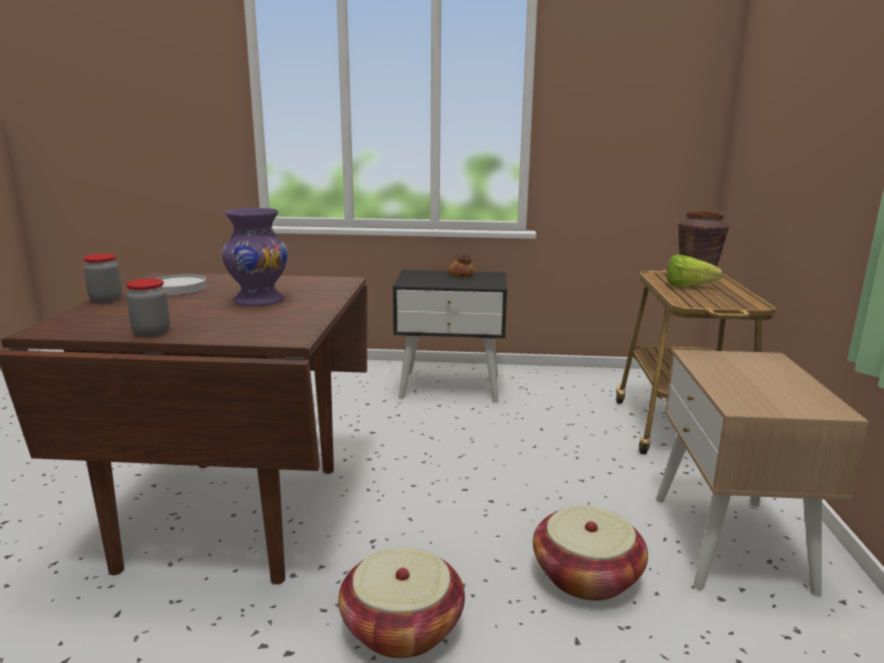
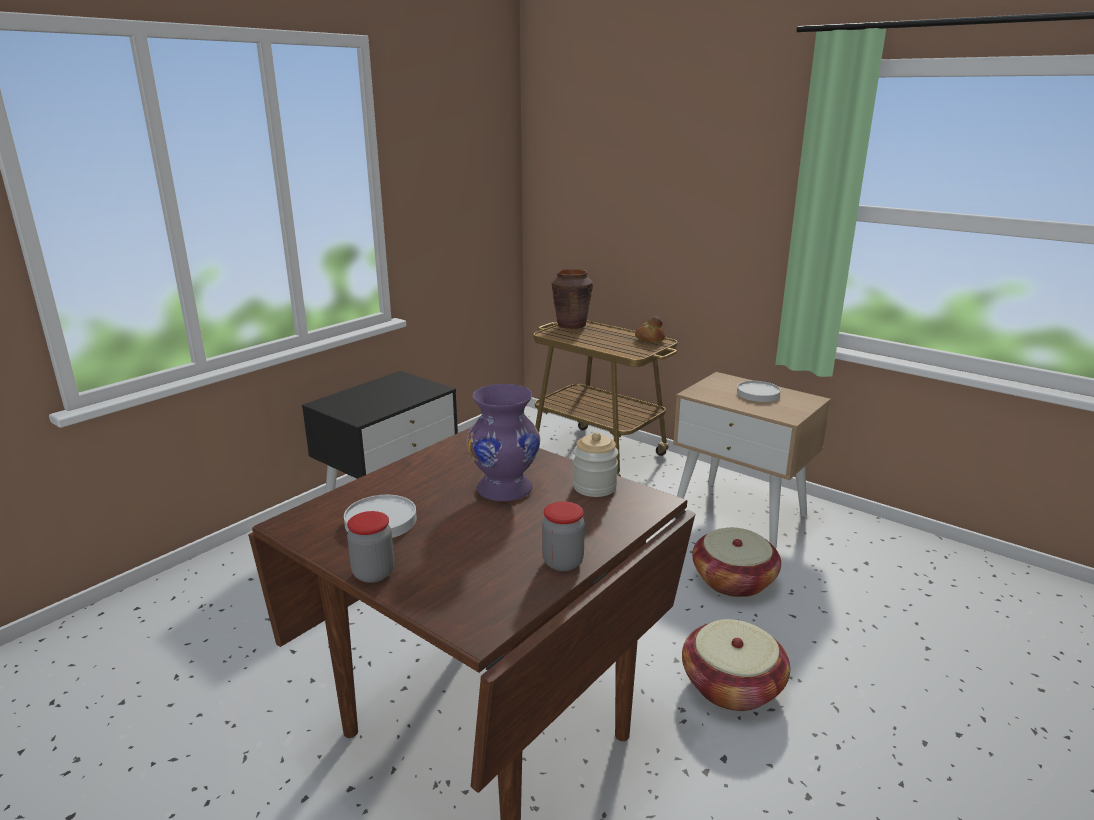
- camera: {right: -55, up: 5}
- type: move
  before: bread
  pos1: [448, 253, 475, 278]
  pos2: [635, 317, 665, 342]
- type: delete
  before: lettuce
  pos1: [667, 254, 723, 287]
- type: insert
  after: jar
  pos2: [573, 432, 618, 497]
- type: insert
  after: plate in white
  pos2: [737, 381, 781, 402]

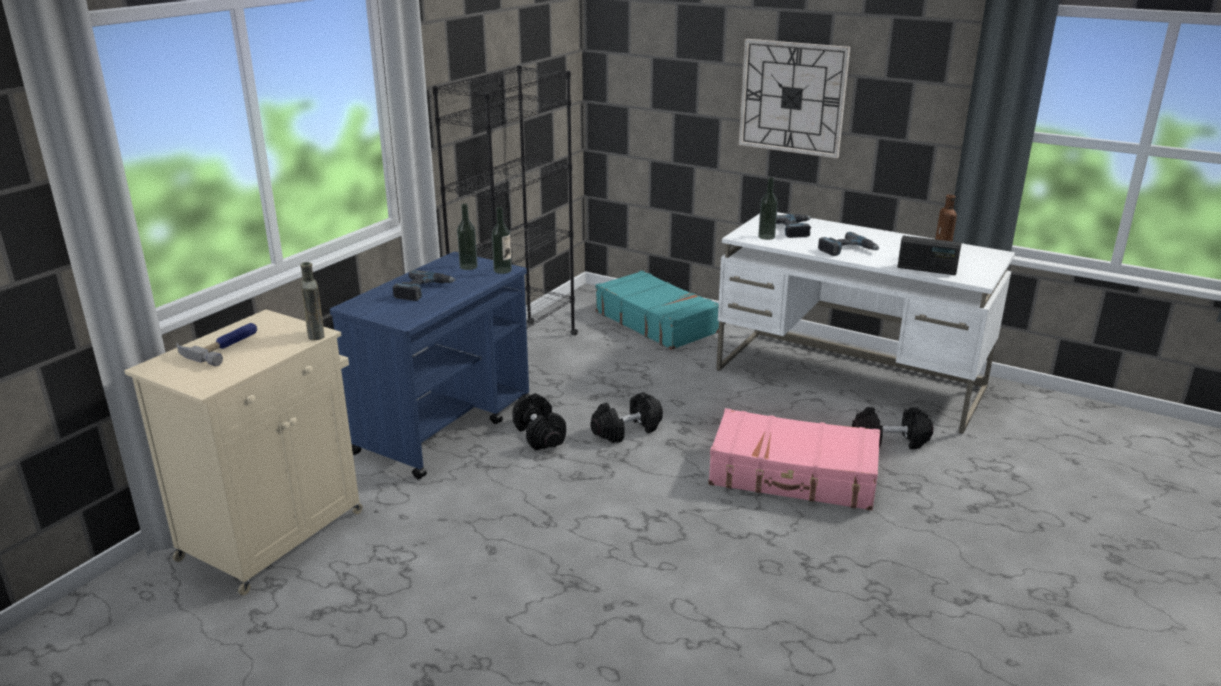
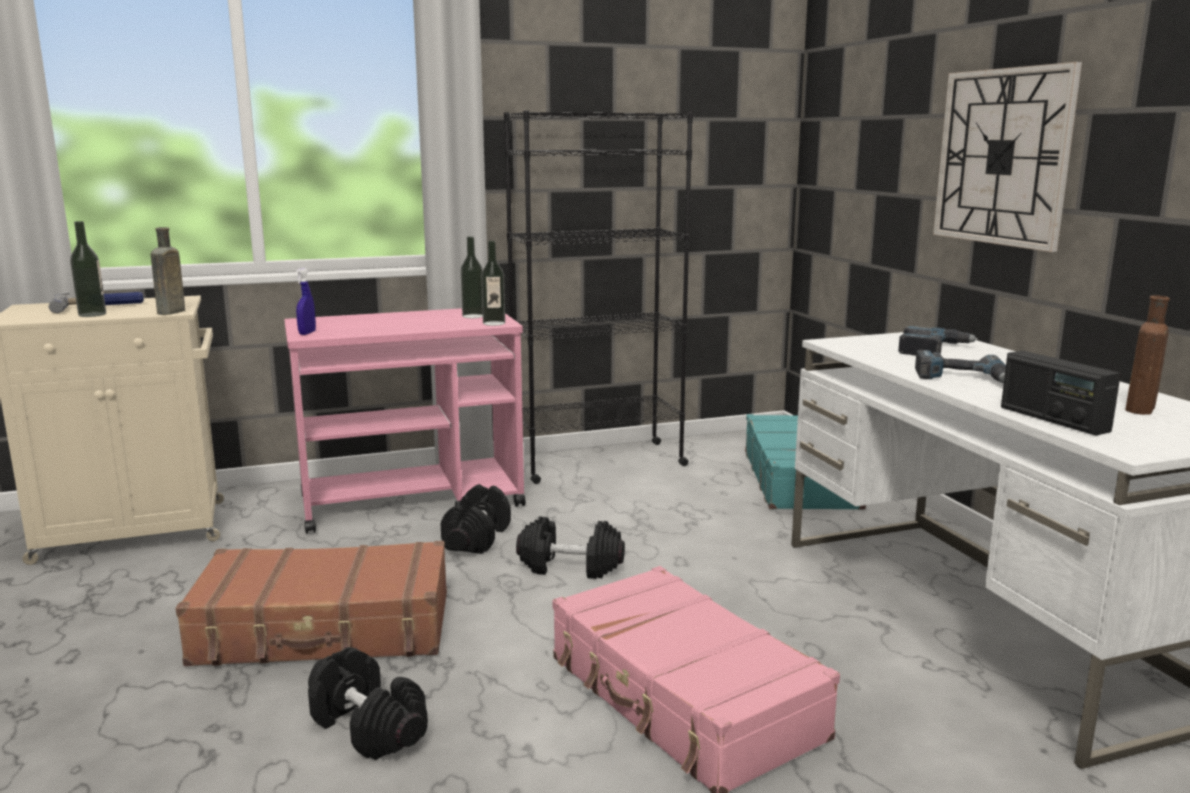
- camera: {right: 40, up: -10}
- type: recolor
  before: cart in blue
  after: cart in pink
  pos1: [330, 252, 529, 479]
  pos2: [284, 308, 526, 534]
- type: delete
  before: power drill
  pos1: [393, 270, 456, 301]
- type: move
  before: bottle
  pos1: [758, 177, 778, 240]
  pos2: [70, 221, 106, 317]
- type: move
  before: dumbbell in black
  pos1: [852, 407, 933, 449]
  pos2: [308, 647, 428, 760]
- type: insert
  after: suitcase in brown
  pos2: [176, 541, 447, 666]
- type: insert
  after: spray bottle in blue
  pos2: [296, 268, 316, 335]

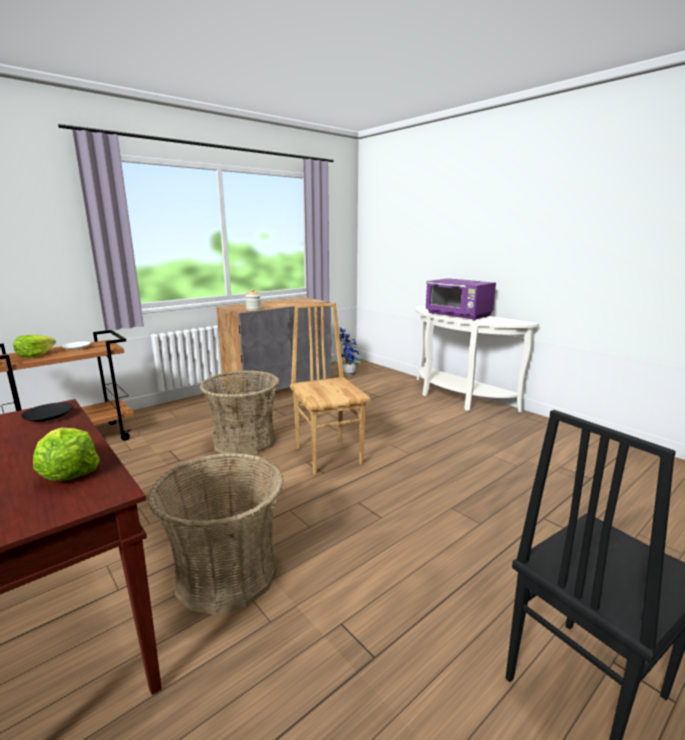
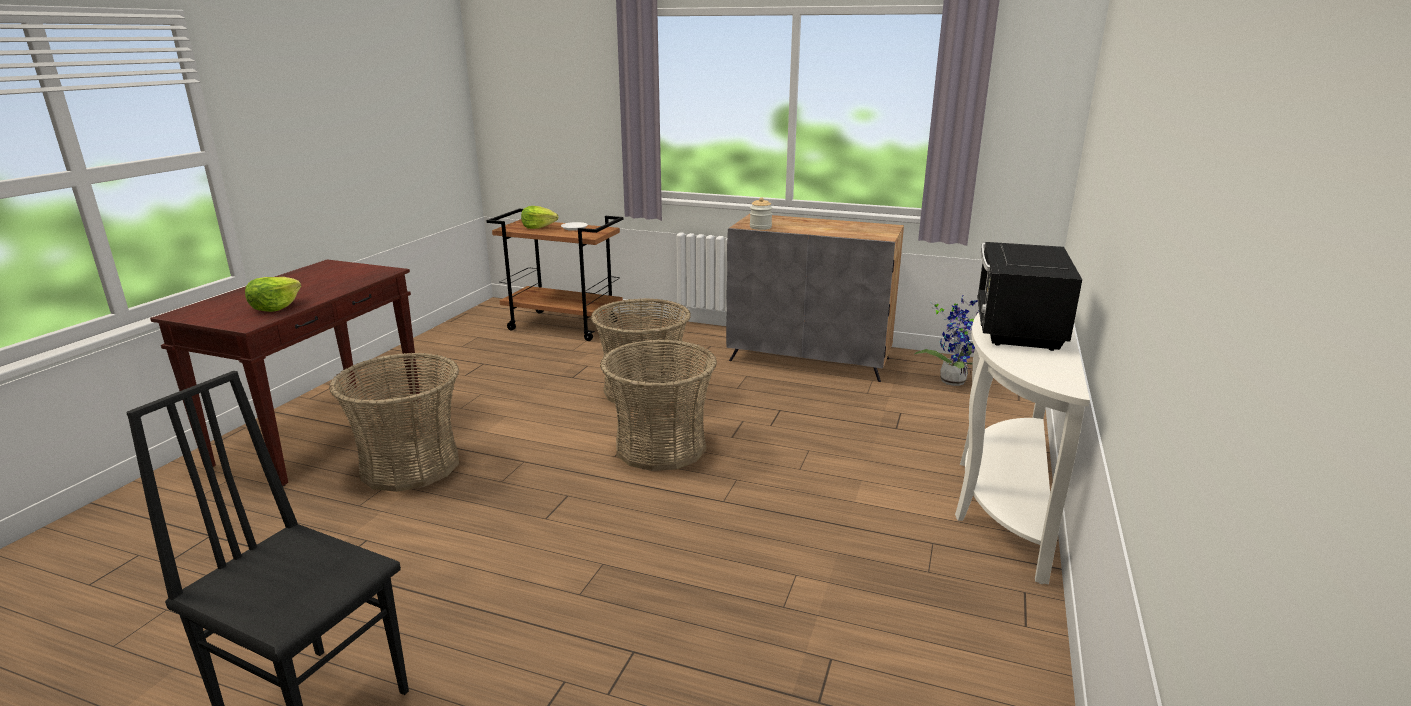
- camera: {right: 60, up: 5}
- type: delete
  before: plate in black
  pos1: [21, 403, 73, 422]
- type: replace
  before: chair in brown
  after: basket
  pos1: [290, 303, 370, 475]
  pos2: [600, 340, 717, 471]
- type: recolor
  before: microwave in purple
  after: microwave in black
  pos1: [425, 279, 496, 321]
  pos2: [977, 242, 1082, 351]

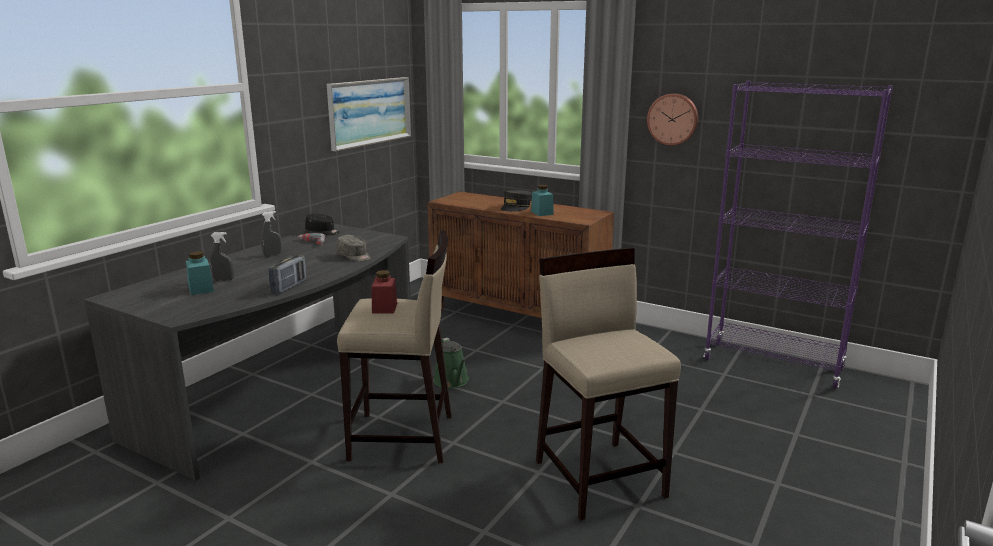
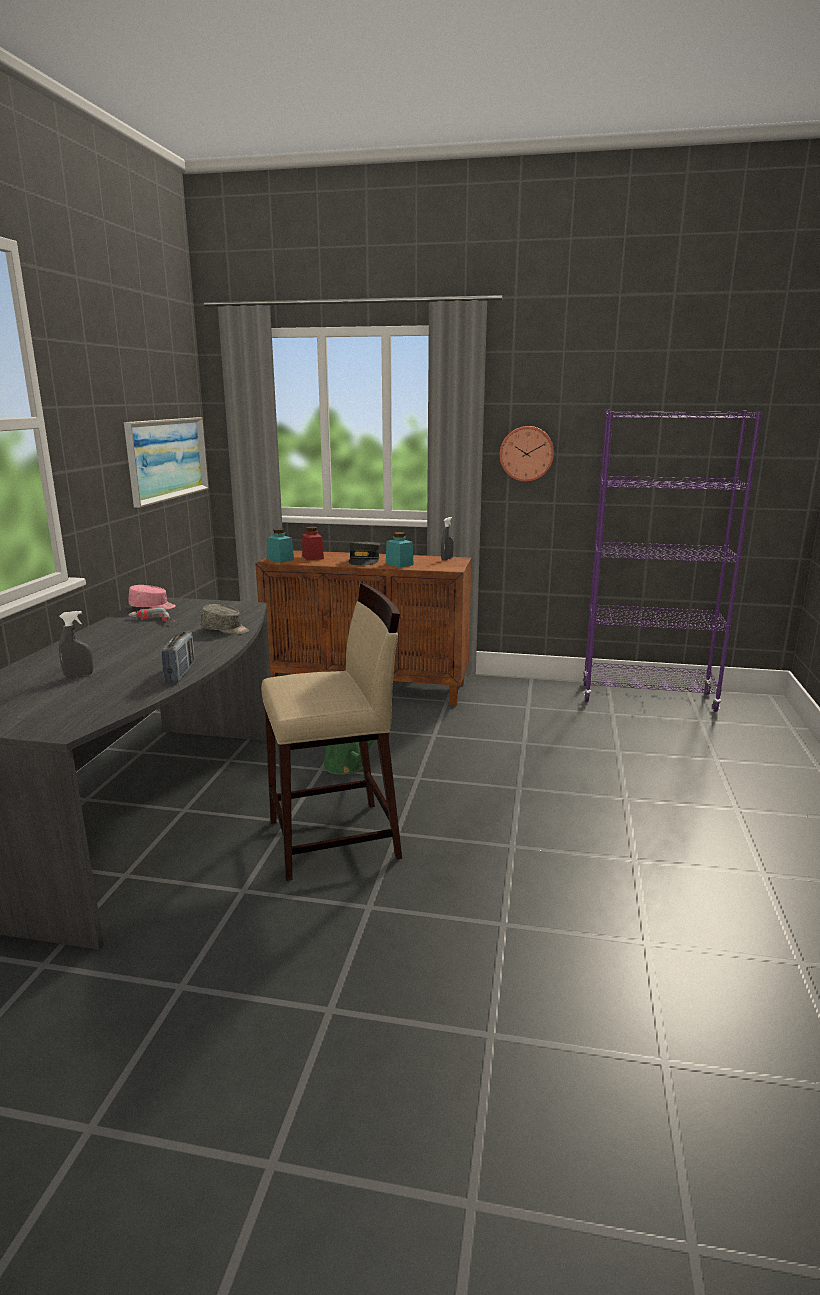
- camera: {right: -20, up: 0}
- type: move
  before: jar in turquoise
  pos1: [186, 251, 214, 295]
  pos2: [267, 528, 294, 563]
- type: move
  before: spray bottle in grey
  pos1: [261, 211, 282, 257]
  pos2: [441, 517, 453, 561]
- type: recolor
  before: cap in black
  after: cap in pink
  pos1: [305, 214, 340, 235]
  pos2: [128, 585, 176, 610]
- type: move
  before: jar in red
  pos1: [371, 270, 397, 314]
  pos2: [302, 527, 324, 560]
- type: delete
  before: stool in beige
  pos1: [536, 248, 681, 521]

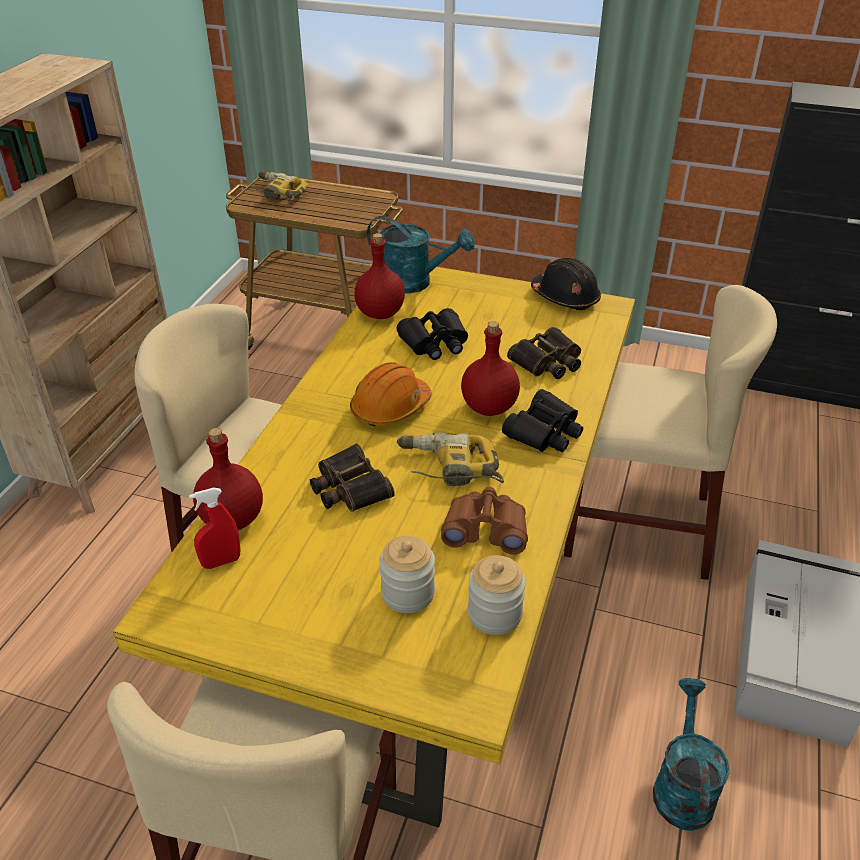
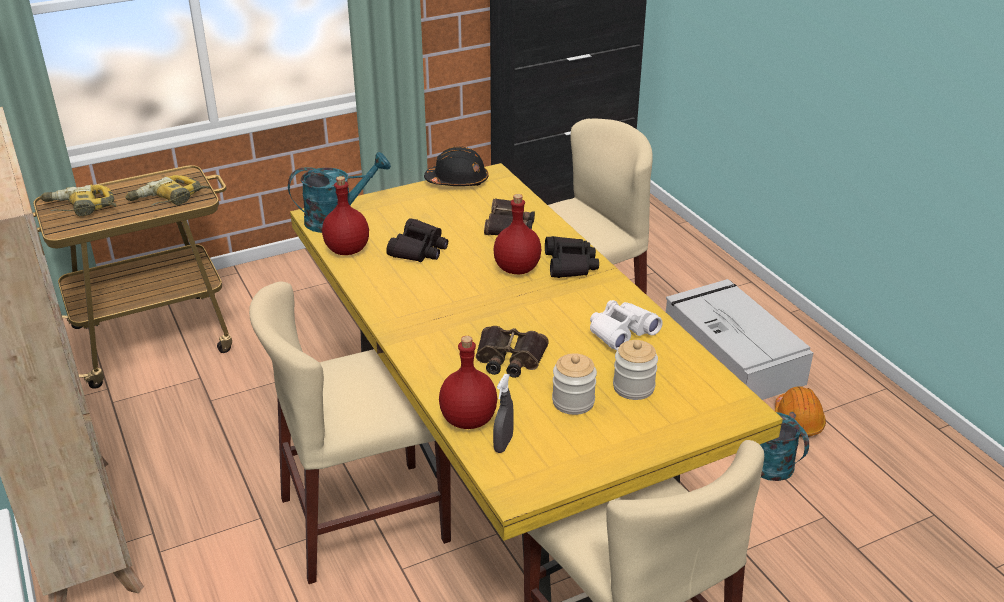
- camera: {right: -45, up: -5}
- type: recolor
  before: spray bottle in red
  after: spray bottle in grey
  pos1: [189, 488, 240, 569]
  pos2: [493, 374, 514, 453]
- type: move
  before: hard hat in orange
  pos1: [350, 362, 432, 427]
  pos2: [775, 386, 826, 437]
- type: move
  before: power drill
  pos1: [397, 433, 504, 486]
  pos2: [125, 175, 211, 205]
- type: recolor
  before: binoculars in brown
  after: binoculars in white
  pos1: [441, 487, 528, 554]
  pos2: [590, 300, 663, 351]
- type: move
  before: jar
  pos1: [468, 555, 526, 635]
  pos2: [552, 353, 597, 415]

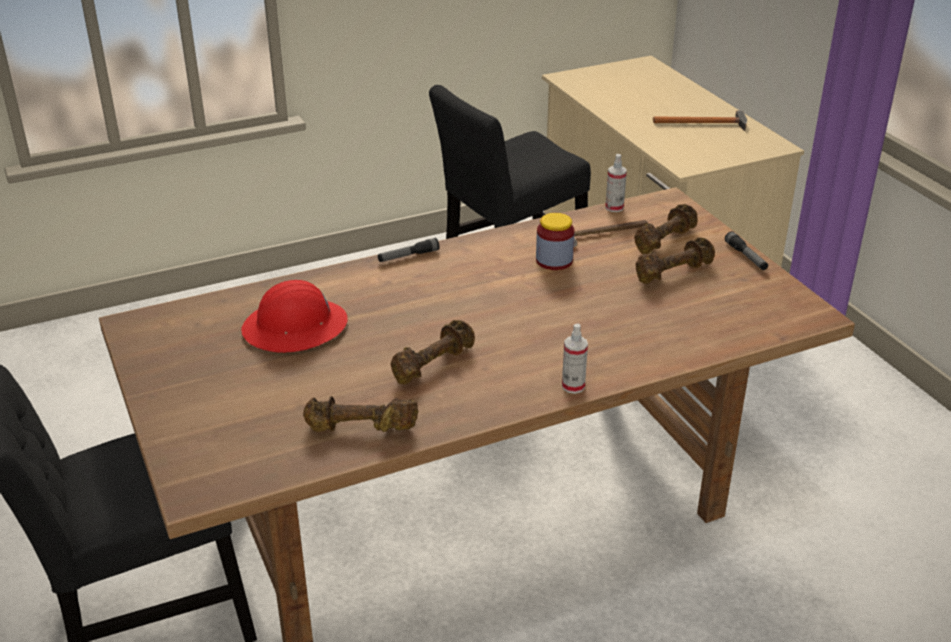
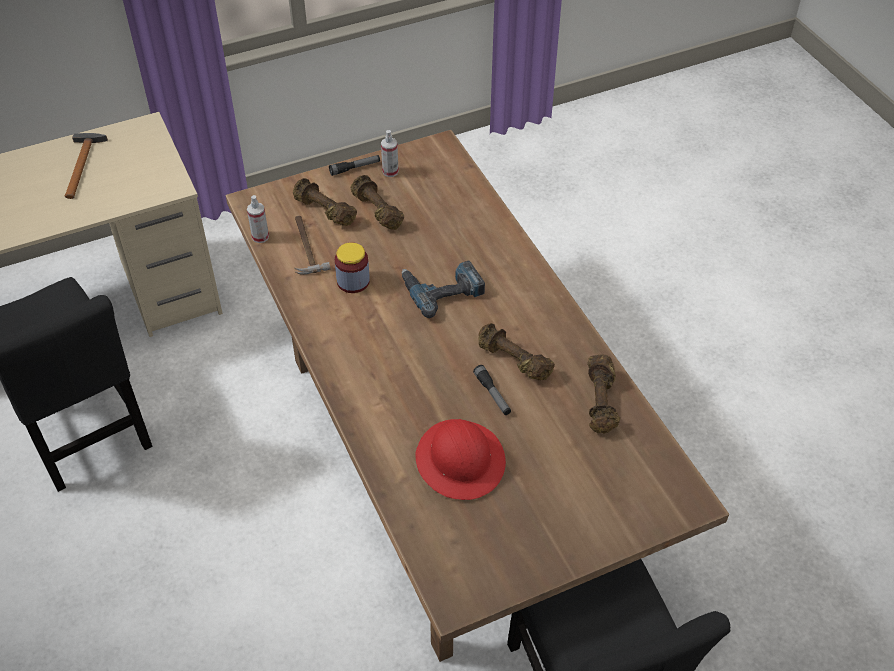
- camera: {right: -90, up: 15}
- type: move
  before: flashlight
  pos1: [378, 238, 439, 262]
  pos2: [473, 365, 511, 415]
- type: move
  before: spray bottle
  pos1: [562, 323, 588, 394]
  pos2: [381, 130, 399, 177]
- type: insert
  after: power drill
  pos2: [402, 261, 485, 318]

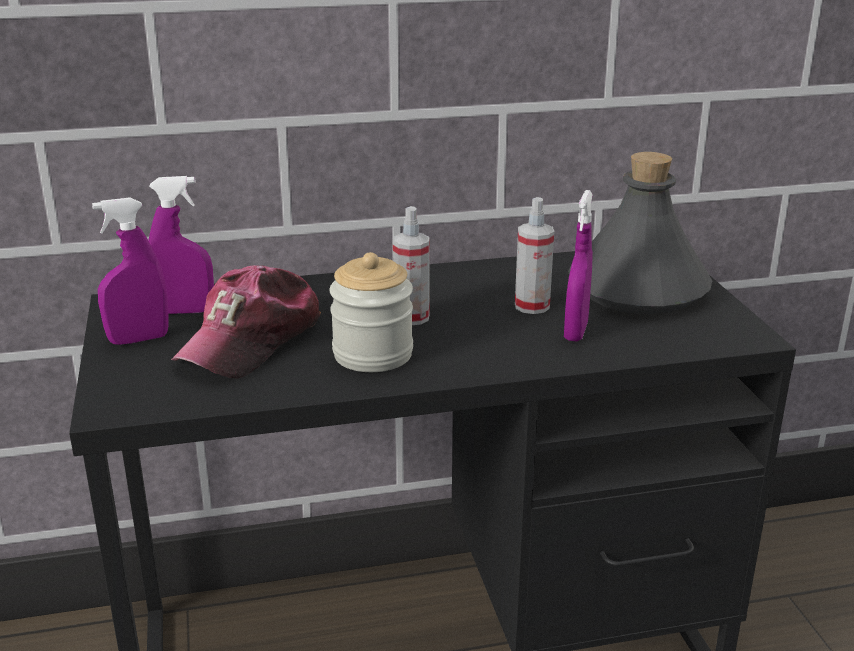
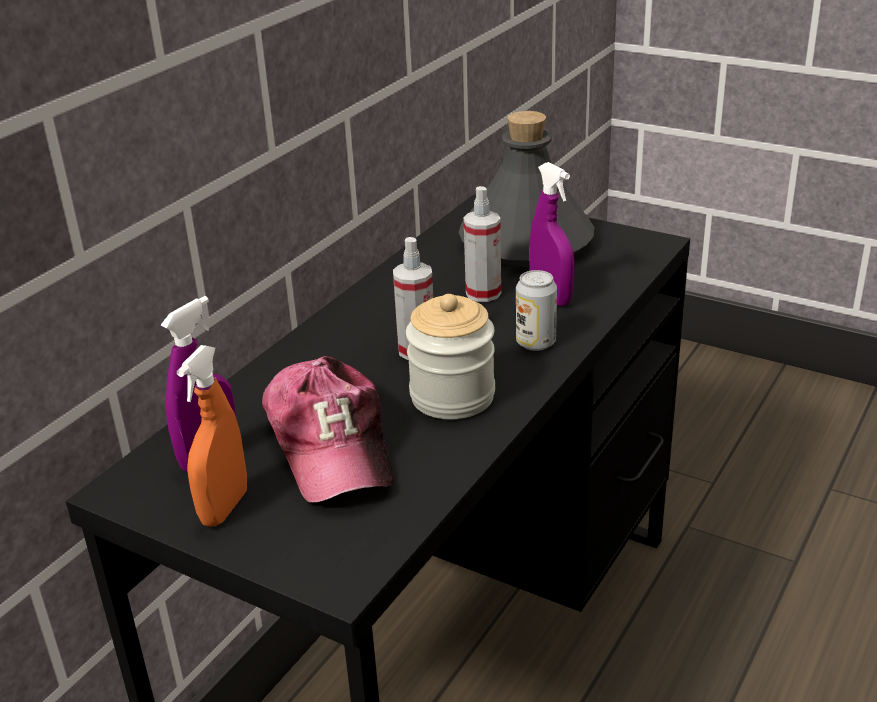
- camera: {right: -45, up: 5}
- type: recolor
  before: spray bottle in purple
  after: spray bottle in orange
  pos1: [92, 197, 169, 345]
  pos2: [177, 345, 247, 527]
- type: insert
  after: can
  pos2: [516, 270, 557, 351]

